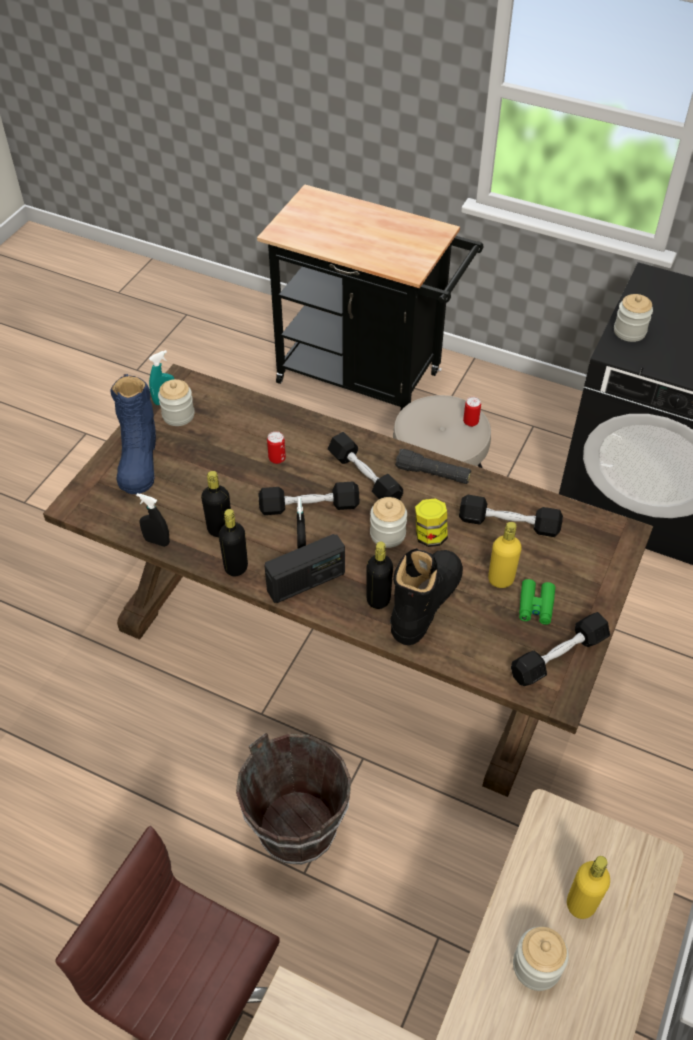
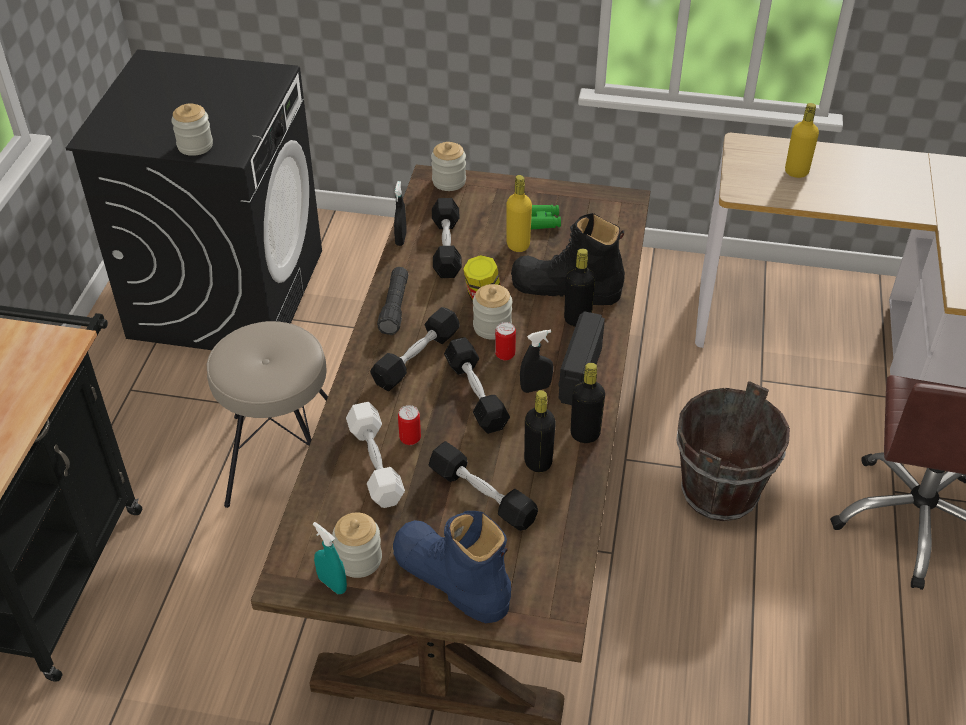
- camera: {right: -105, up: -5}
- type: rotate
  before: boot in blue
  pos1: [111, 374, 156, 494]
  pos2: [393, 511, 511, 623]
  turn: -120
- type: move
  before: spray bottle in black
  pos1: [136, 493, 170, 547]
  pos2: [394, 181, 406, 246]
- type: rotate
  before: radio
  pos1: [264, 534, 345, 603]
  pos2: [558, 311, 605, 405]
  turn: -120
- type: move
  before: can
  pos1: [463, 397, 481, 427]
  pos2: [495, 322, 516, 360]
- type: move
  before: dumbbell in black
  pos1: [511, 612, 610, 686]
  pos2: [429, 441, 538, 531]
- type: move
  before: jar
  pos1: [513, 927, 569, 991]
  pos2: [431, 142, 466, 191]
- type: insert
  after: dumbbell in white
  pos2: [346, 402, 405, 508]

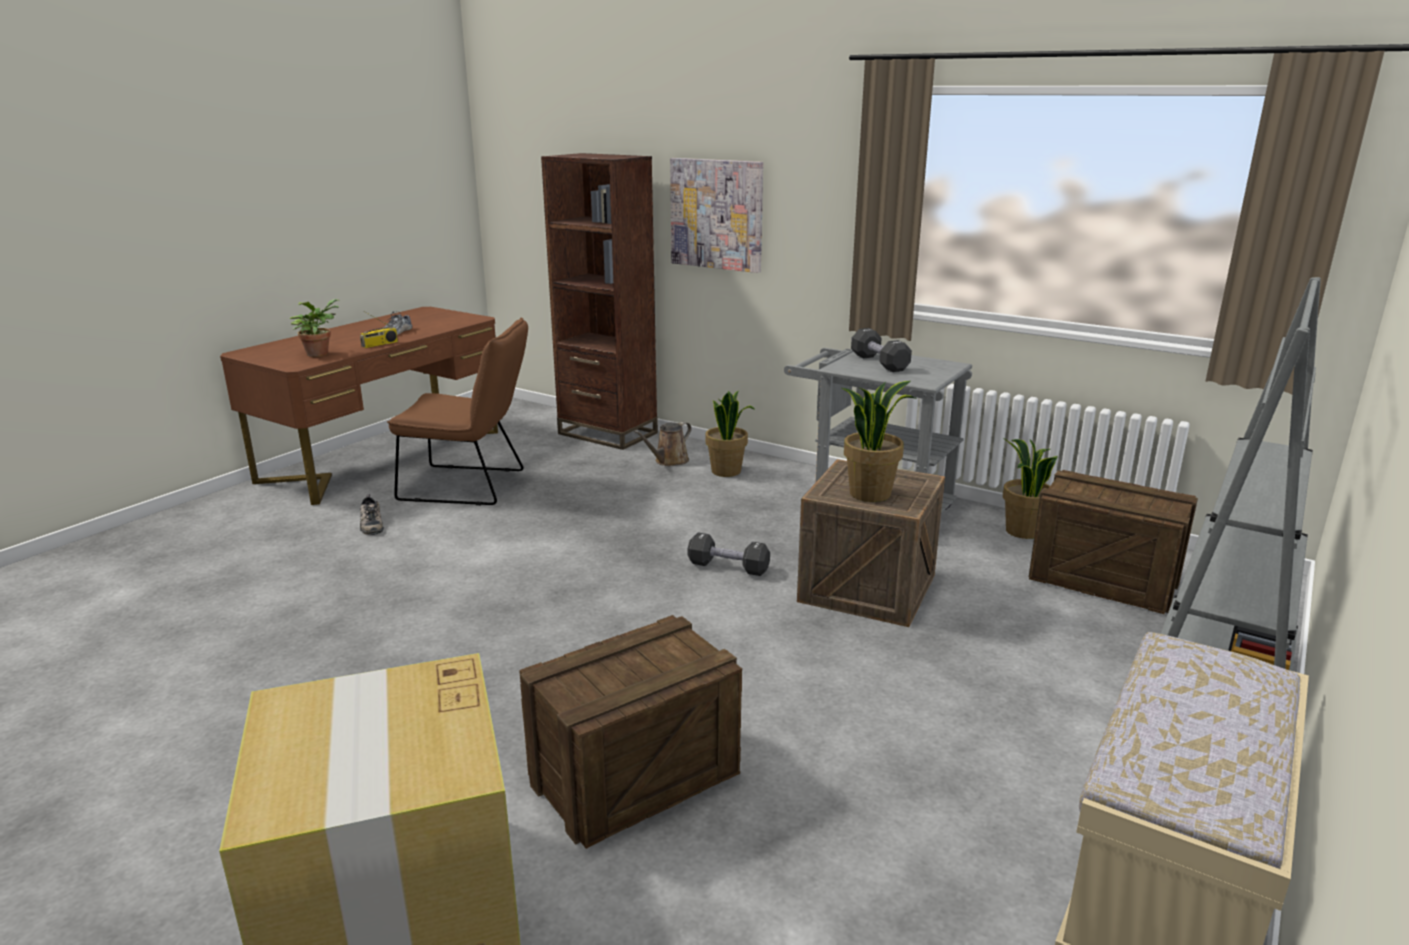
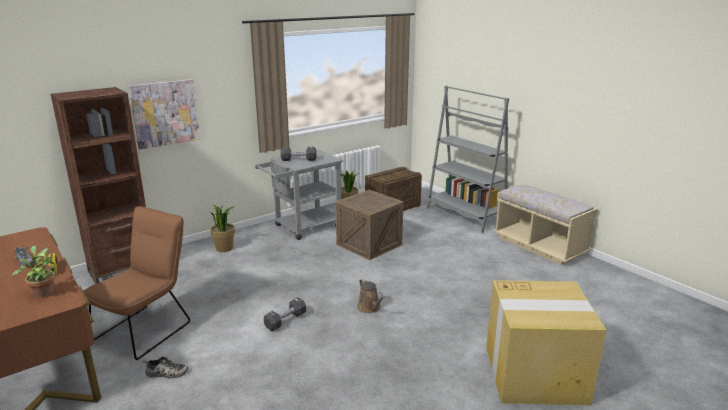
- camera: {right: -70, up: 0}
- type: delete
  before: crate
  pos1: [519, 615, 742, 849]
- type: move
  before: watering can in brown
  pos1: [634, 422, 692, 466]
  pos2: [357, 279, 385, 313]
- type: move
  before: dumbbell in black
  pos1: [688, 532, 770, 576]
  pos2: [264, 297, 306, 331]
- type: delete
  before: potted plant
  pos1: [842, 381, 917, 502]

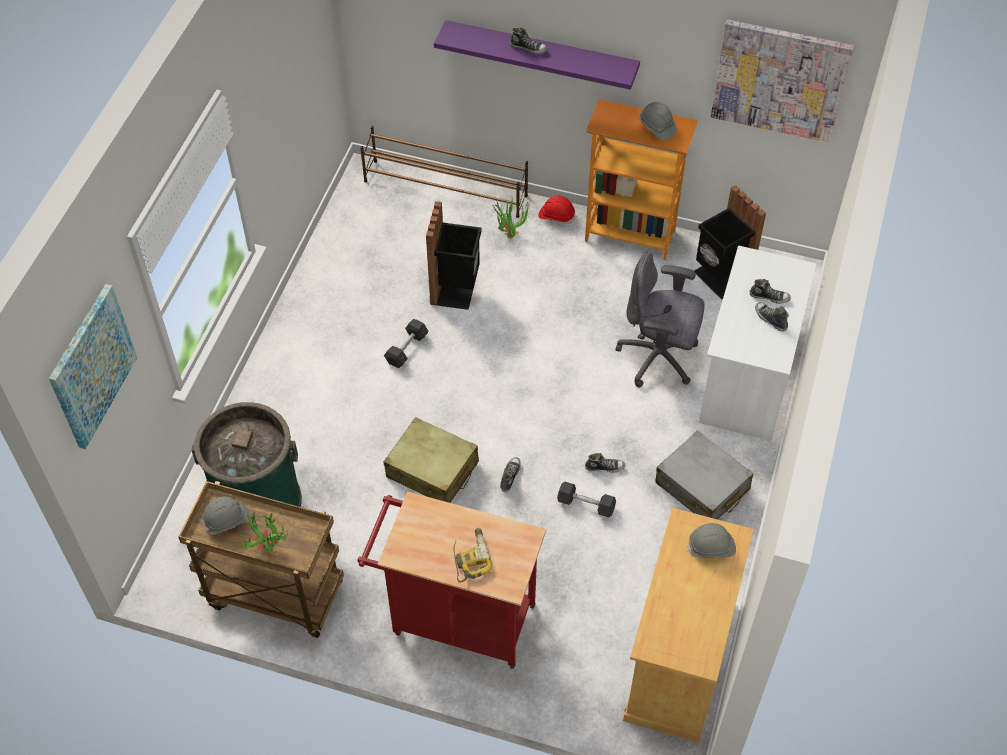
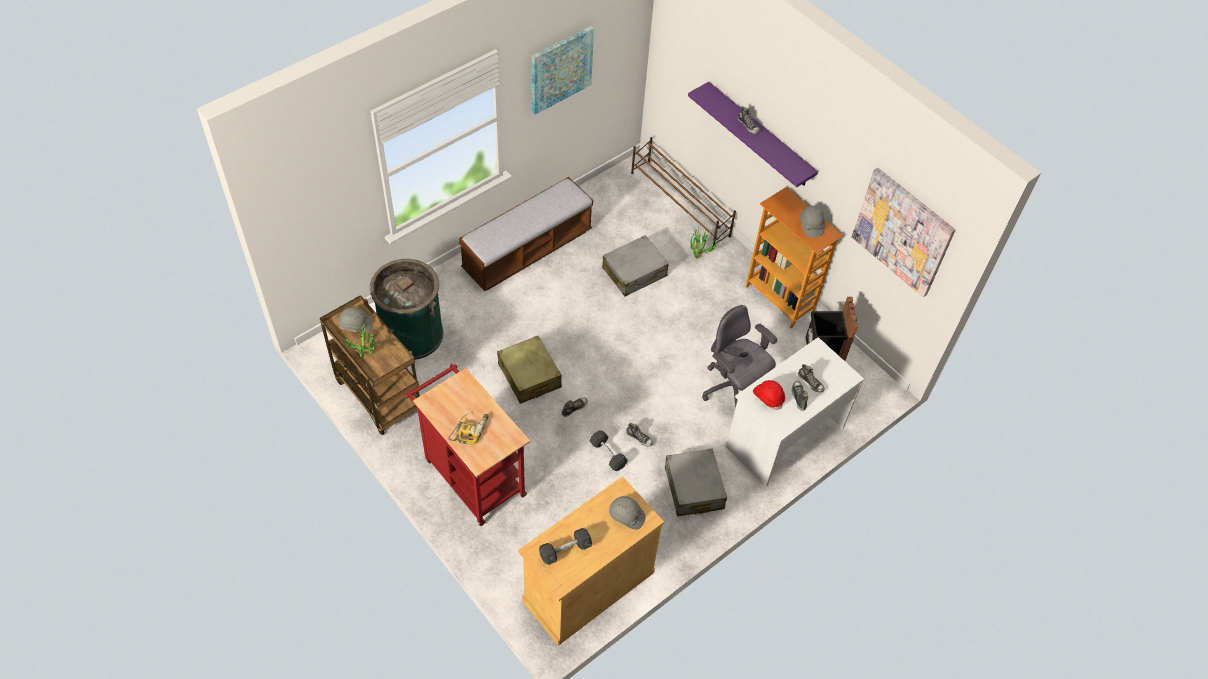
- camera: {right: 30, up: 0}
- type: move
  before: picture
  pos1: [49, 284, 137, 449]
  pos2: [531, 26, 594, 115]
- type: move
  before: dumbbell in grey
  pos1: [384, 319, 429, 368]
  pos2: [539, 528, 592, 565]
- type: replace
  before: trash can in black
  after: suitcase in grey
  pos1: [426, 201, 482, 310]
  pos2: [602, 235, 669, 297]
- type: move
  before: hard hat in red
  pos1: [538, 196, 575, 224]
  pos2: [753, 380, 785, 410]
- type: insert
  after: bench
  pos2: [459, 177, 593, 291]

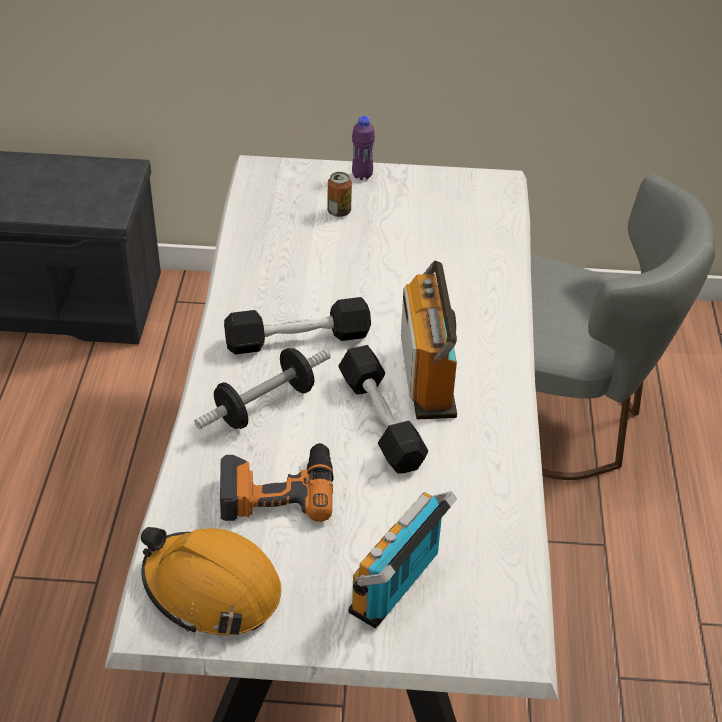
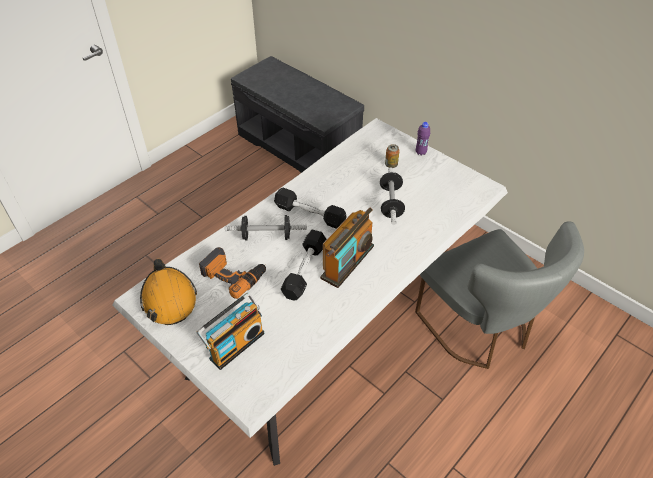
- camera: {right: 40, up: 5}
- type: rotate
  before: radio
  pos1: [349, 491, 457, 628]
  pos2: [197, 293, 264, 370]
  turn: 150
- type: insert
  after: dumbbell
  pos2: [380, 168, 405, 225]

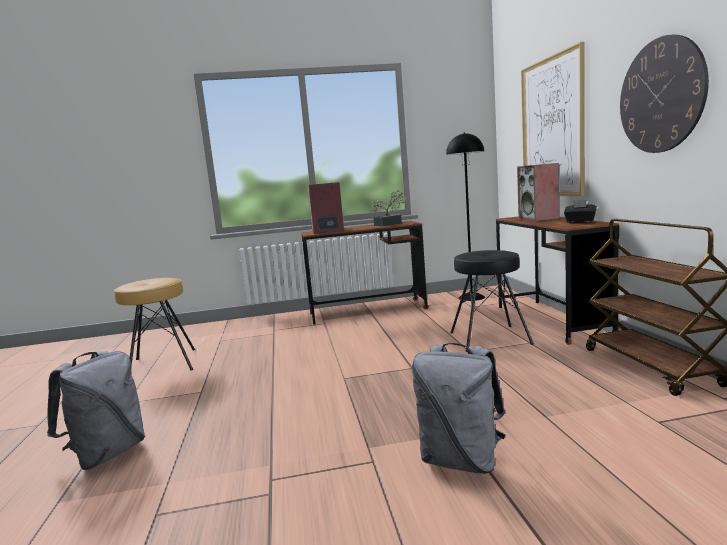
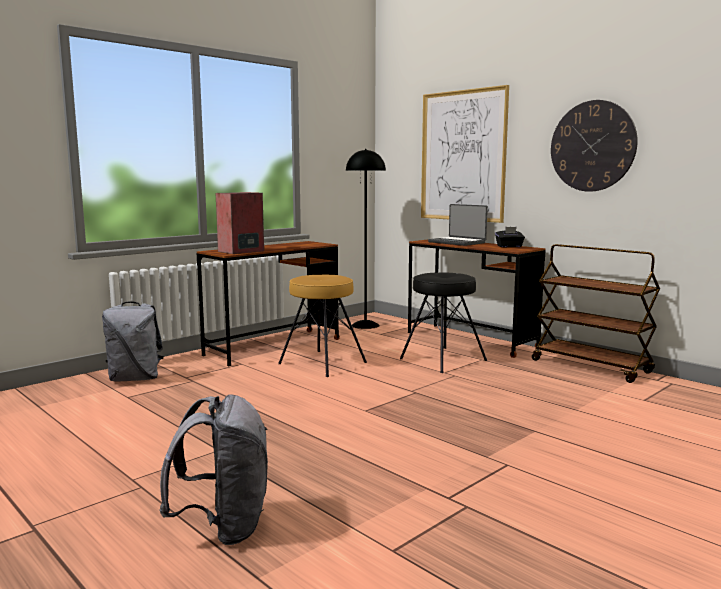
- camera: {right: -35, up: 0}
- type: move
  before: stool in brown
  pos1: [114, 278, 195, 370]
  pos2: [278, 275, 367, 377]
- type: delete
  before: potted plant
  pos1: [370, 190, 407, 226]
- type: move
  before: backpack in grey
  pos1: [412, 343, 505, 474]
  pos2: [102, 301, 164, 382]
- type: replace
  before: speaker
  after: laptop
  pos1: [517, 163, 559, 221]
  pos2: [428, 204, 488, 246]

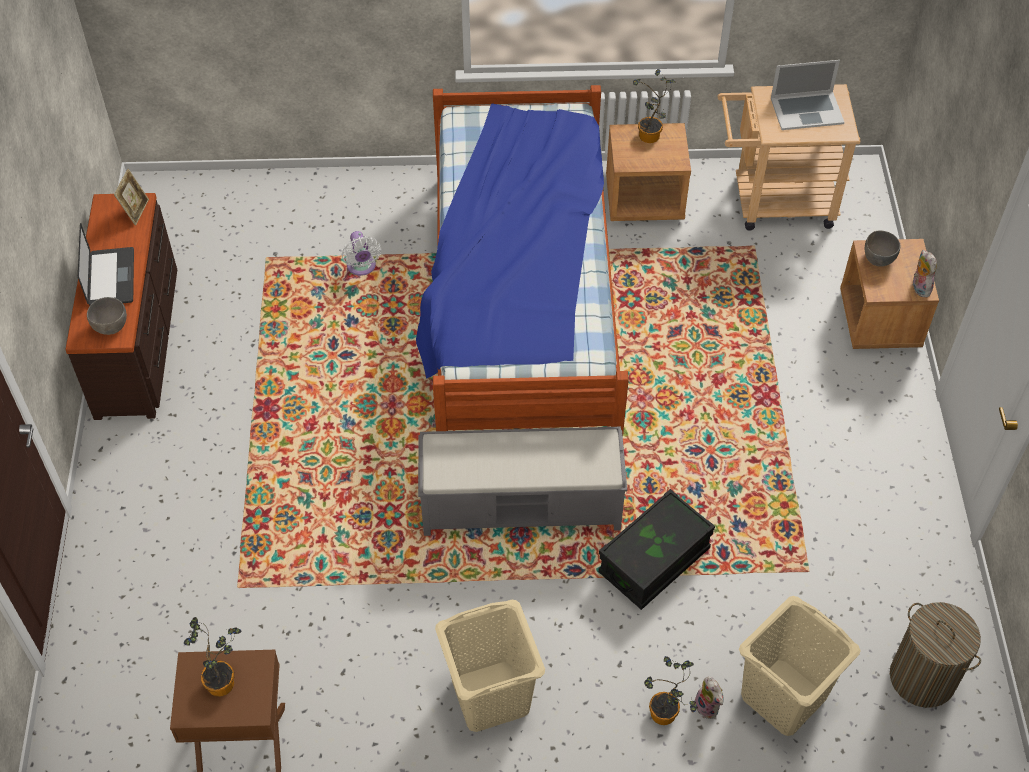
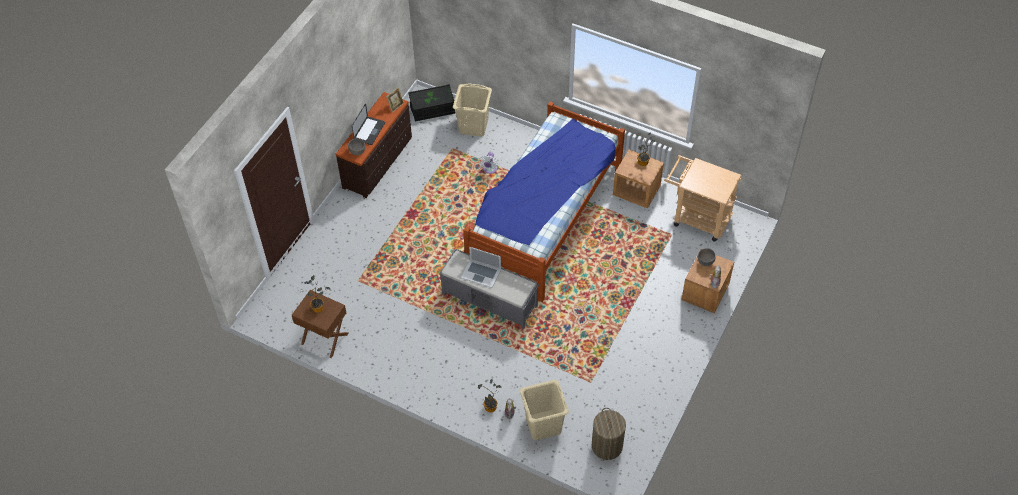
- camera: {right: 30, up: 0}
- type: move
  before: laundry basket in beige
  pos1: [435, 600, 545, 732]
  pos2: [453, 83, 492, 137]
- type: move
  before: storage box in black
  pos1: [598, 489, 715, 610]
  pos2: [409, 84, 456, 121]
- type: move
  before: laptop
  pos1: [771, 60, 845, 130]
  pos2: [461, 247, 501, 288]

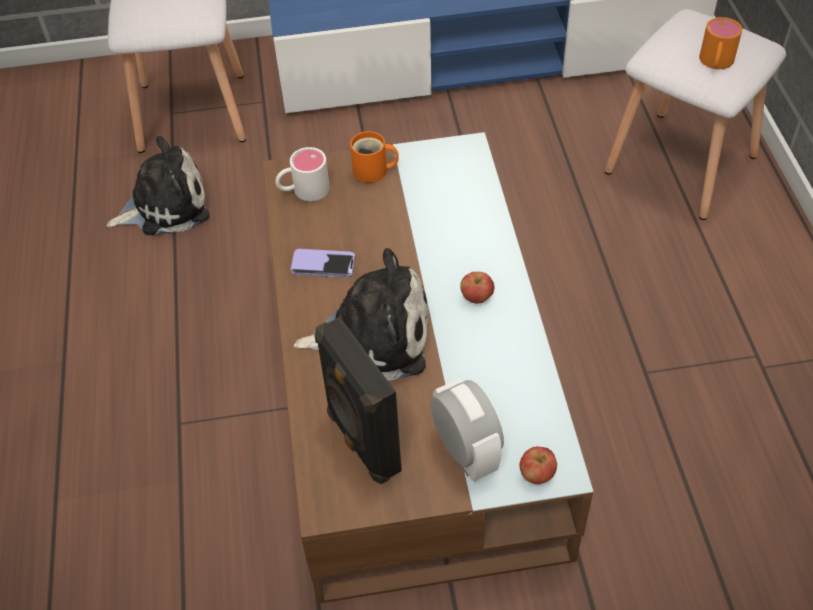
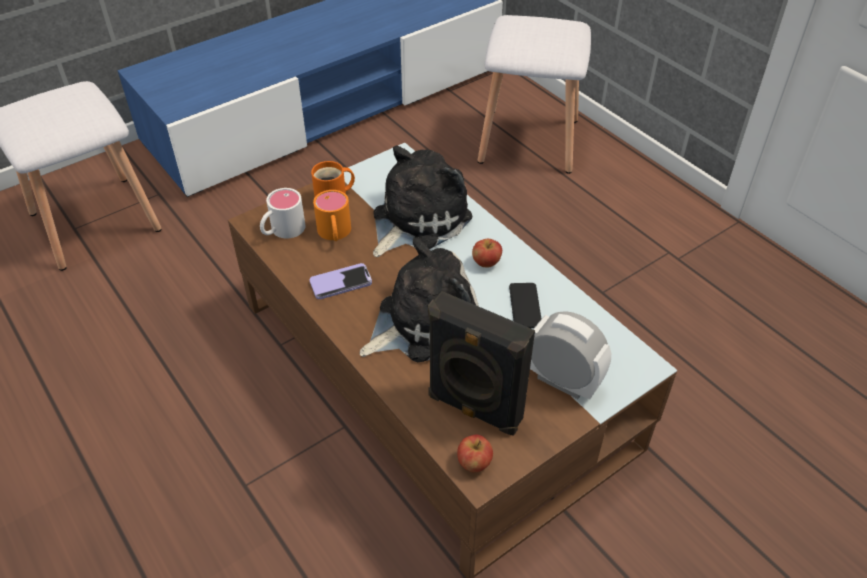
- camera: {right: -30, up: -5}
- type: move
  before: plush toy
  pos1: [106, 136, 209, 235]
  pos2: [373, 145, 472, 257]
- type: move
  before: apple
  pos1: [520, 447, 557, 484]
  pos2: [457, 434, 493, 472]
- type: move
  before: mug in orange
  pos1: [699, 17, 742, 69]
  pos2: [313, 190, 351, 241]
- type: insert
  after: phone
  pos2: [509, 283, 541, 328]

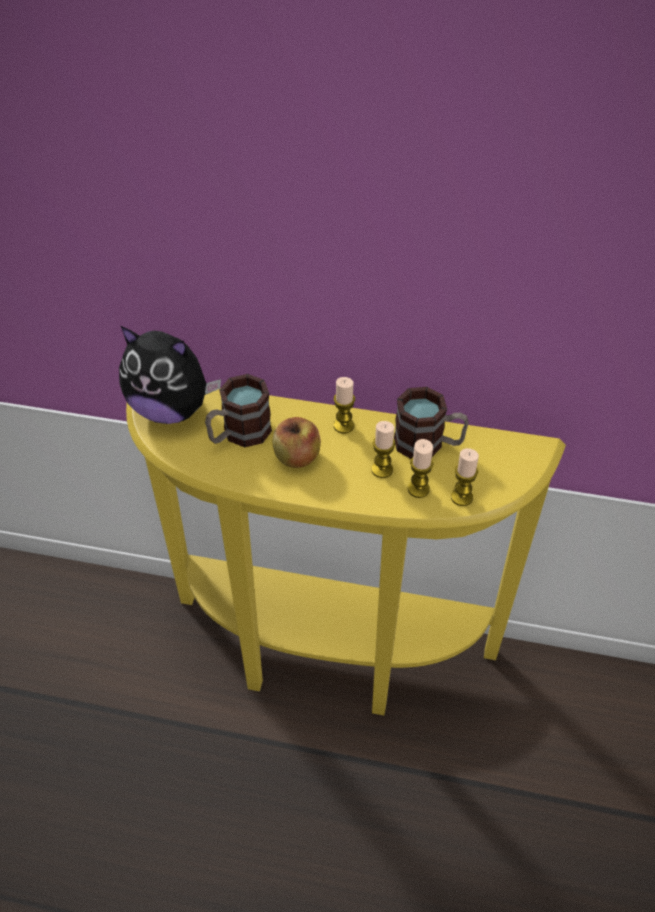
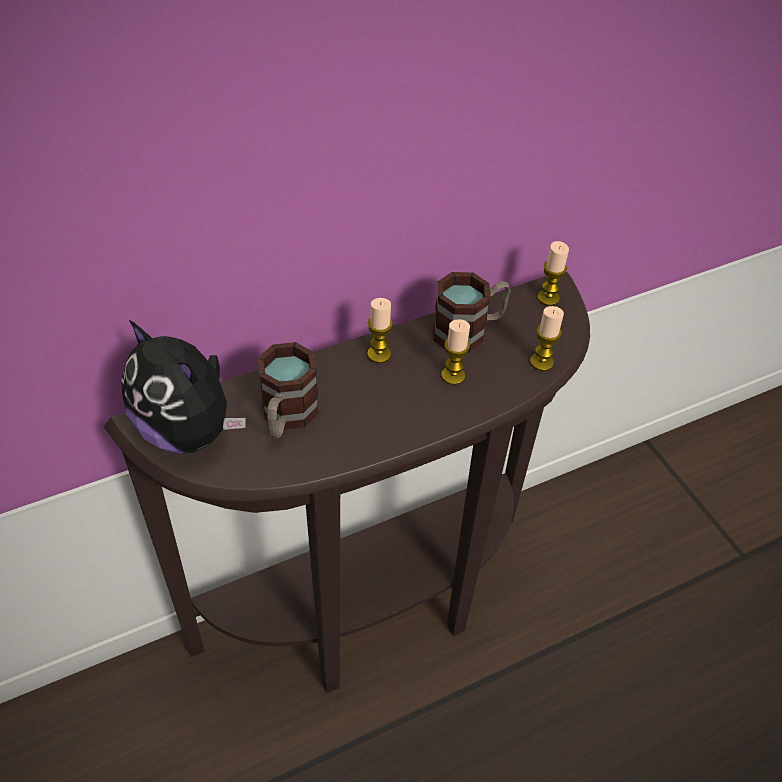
- camera: {right: -40, up: 0}
- type: rotate
  before: plush toy
  pos1: [119, 326, 221, 424]
  pos2: [121, 320, 246, 454]
  turn: 60
- type: recolor
  before: console table in yellow
  after: console table in brown
  pos1: [126, 389, 566, 715]
  pos2: [103, 272, 590, 693]
- type: delete
  before: apple
  pos1: [273, 417, 321, 468]
- type: move
  before: candle
  pos1: [408, 439, 434, 498]
  pos2: [537, 241, 569, 306]

